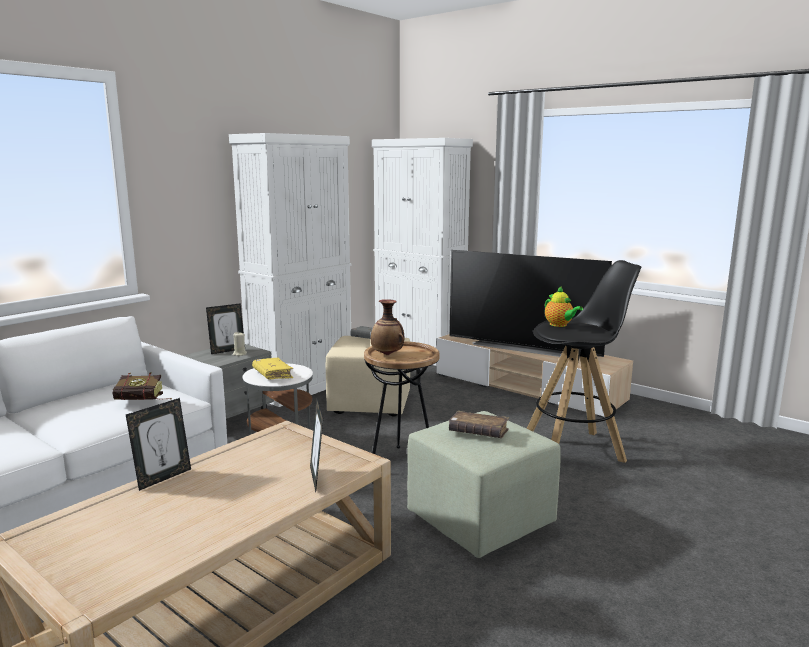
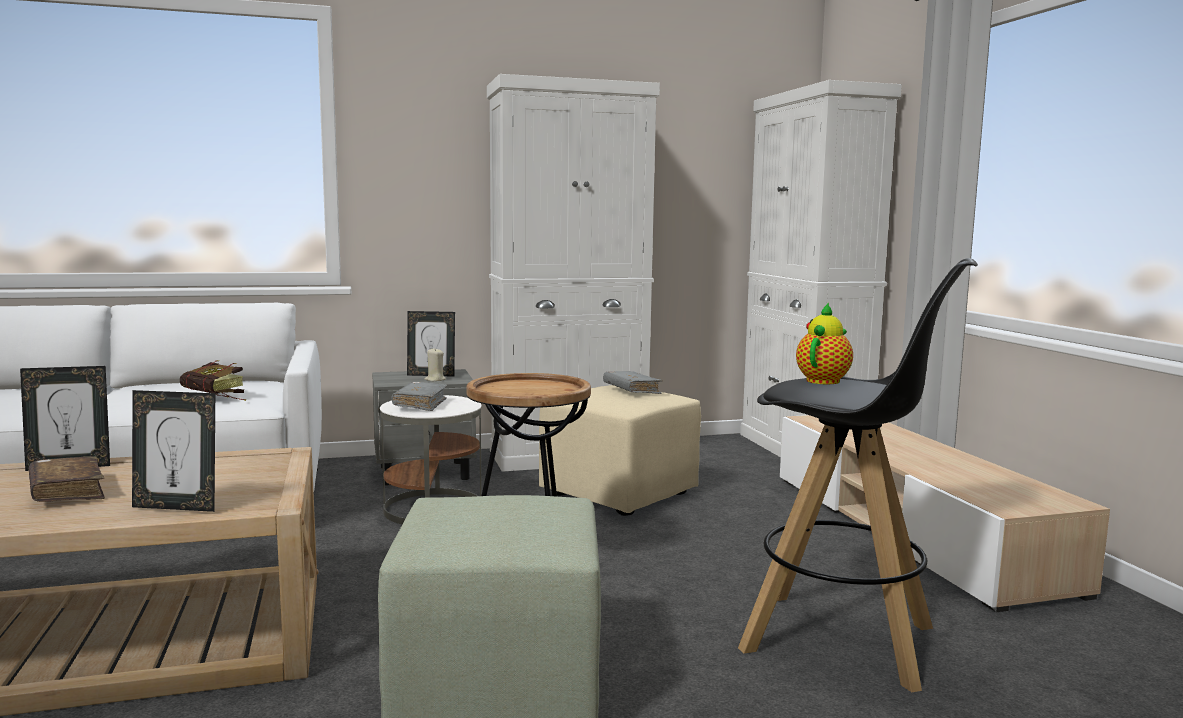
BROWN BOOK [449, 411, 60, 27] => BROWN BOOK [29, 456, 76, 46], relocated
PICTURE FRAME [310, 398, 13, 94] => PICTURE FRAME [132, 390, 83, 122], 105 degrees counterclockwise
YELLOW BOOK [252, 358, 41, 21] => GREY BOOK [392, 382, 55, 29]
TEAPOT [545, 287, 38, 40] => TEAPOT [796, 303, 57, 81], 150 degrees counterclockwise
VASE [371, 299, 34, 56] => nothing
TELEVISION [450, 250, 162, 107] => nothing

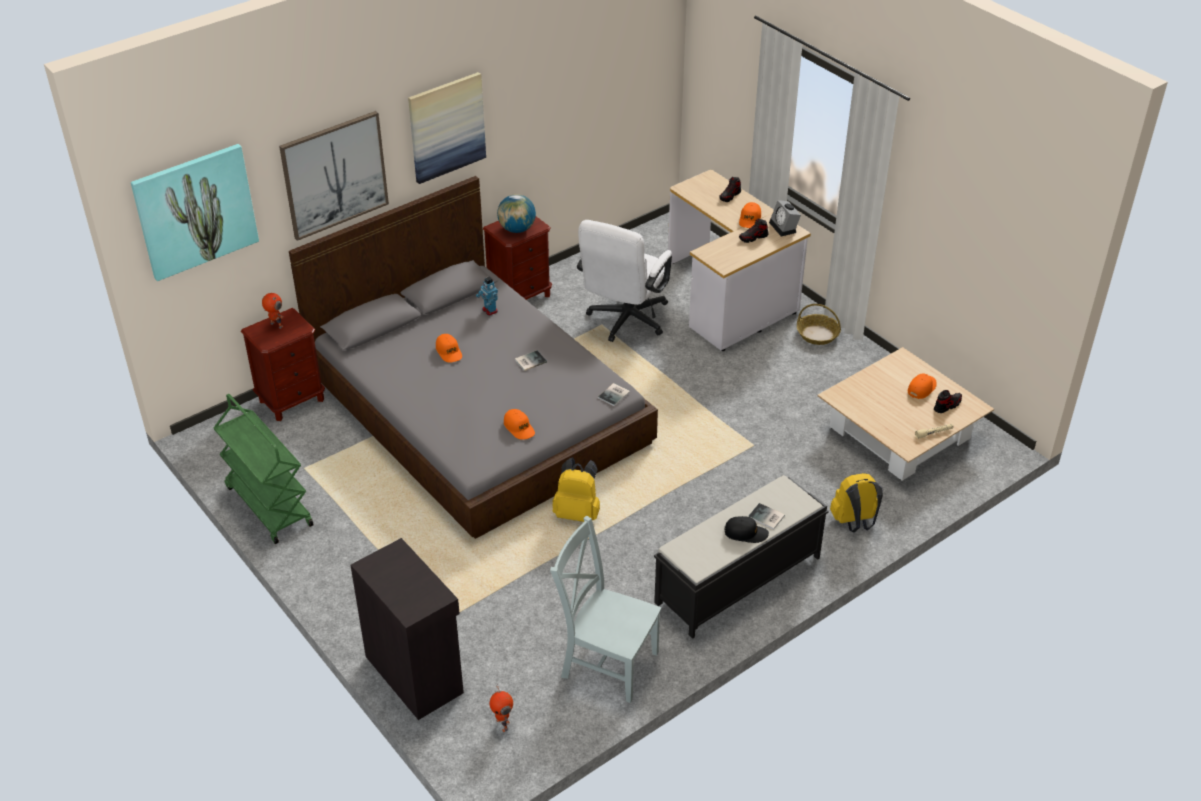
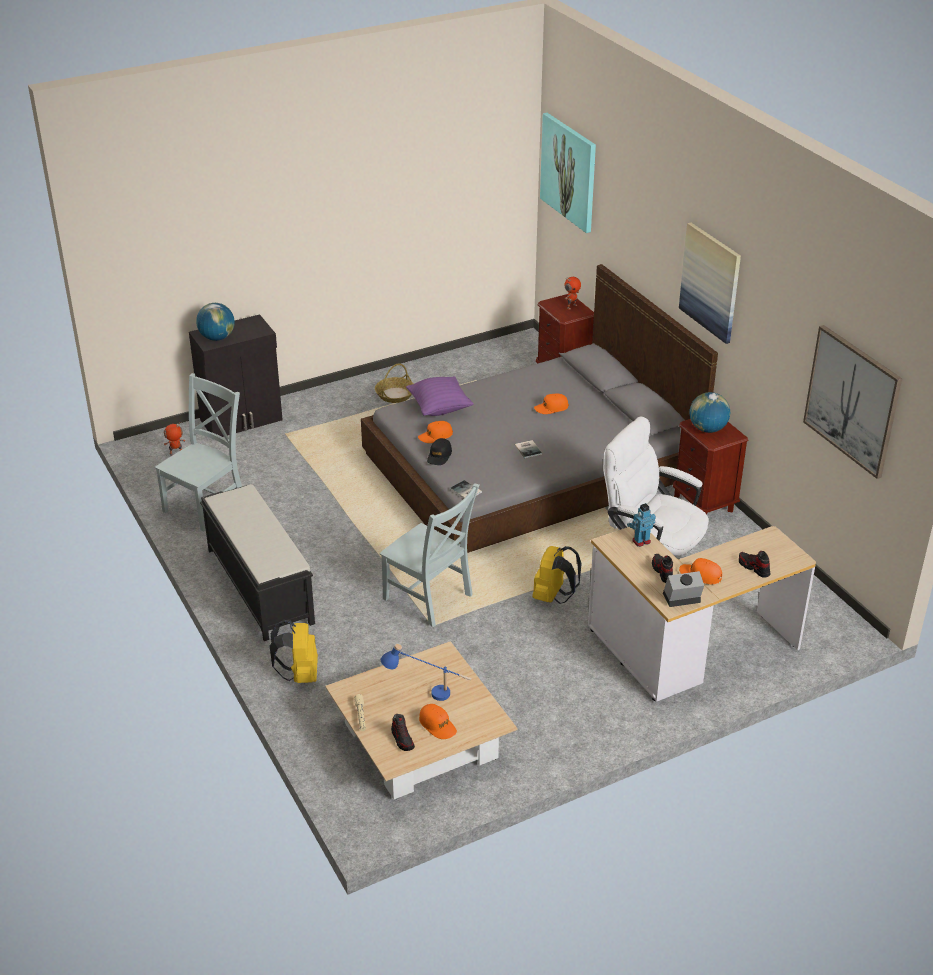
nothing => GLOBE [196, 303, 39, 38]
BASKET [797, 304, 44, 41] => BASKET [375, 363, 39, 40], relocated
nothing => GREY CHAIR [380, 483, 99, 144]
nothing => BLUE TABLE LAMP [381, 644, 90, 57]
nothing => PURPLE PILLOW [406, 376, 68, 40]
BLACK CAP [725, 516, 44, 27] => BLACK CAP [427, 438, 25, 27], relocated
YELLOW BACKPACK [553, 457, 47, 65] => YELLOW BACKPACK [532, 546, 50, 58], relocated
TOY ROBOT [476, 277, 22, 38] => TOY ROBOT [627, 503, 29, 44], relocated
PICTURE [279, 111, 110, 130] => PICTURE [803, 325, 99, 154], relocated
GREEN CART [214, 394, 100, 150] => nothing
BOOK [748, 503, 37, 27] => nothing

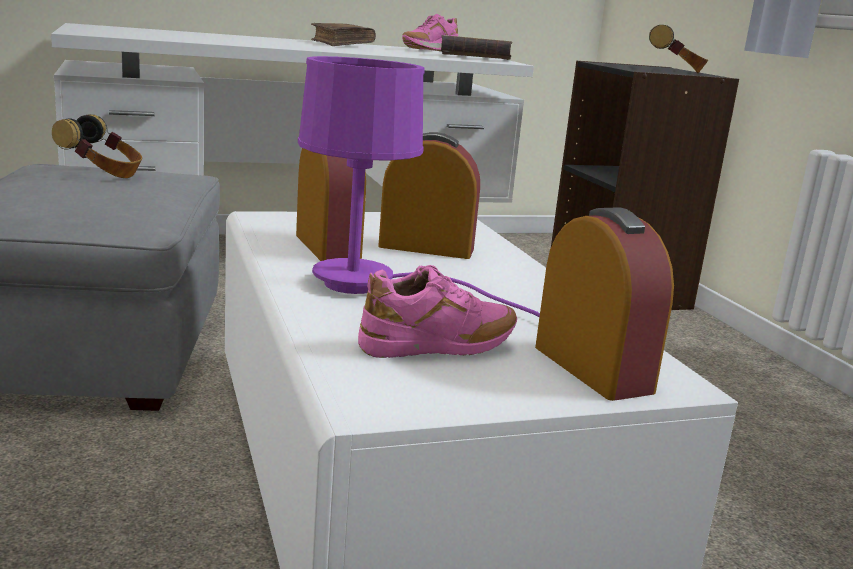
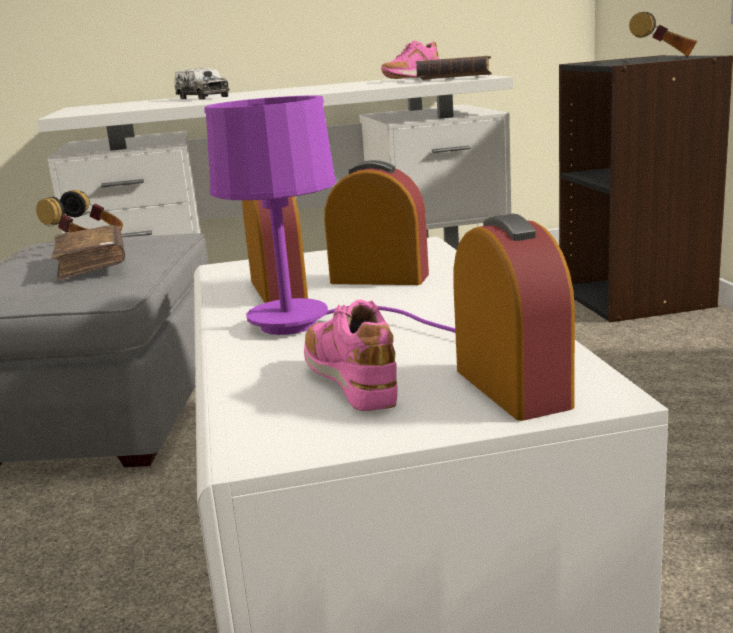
BROWN BOOK [311, 23, 65, 23] => BROWN BOOK [51, 225, 74, 56], relocated
nothing => TOY TRUCK [175, 68, 54, 32]
PINK SHOE [358, 265, 159, 93] => PINK SHOE [304, 300, 94, 111], 105 degrees counterclockwise

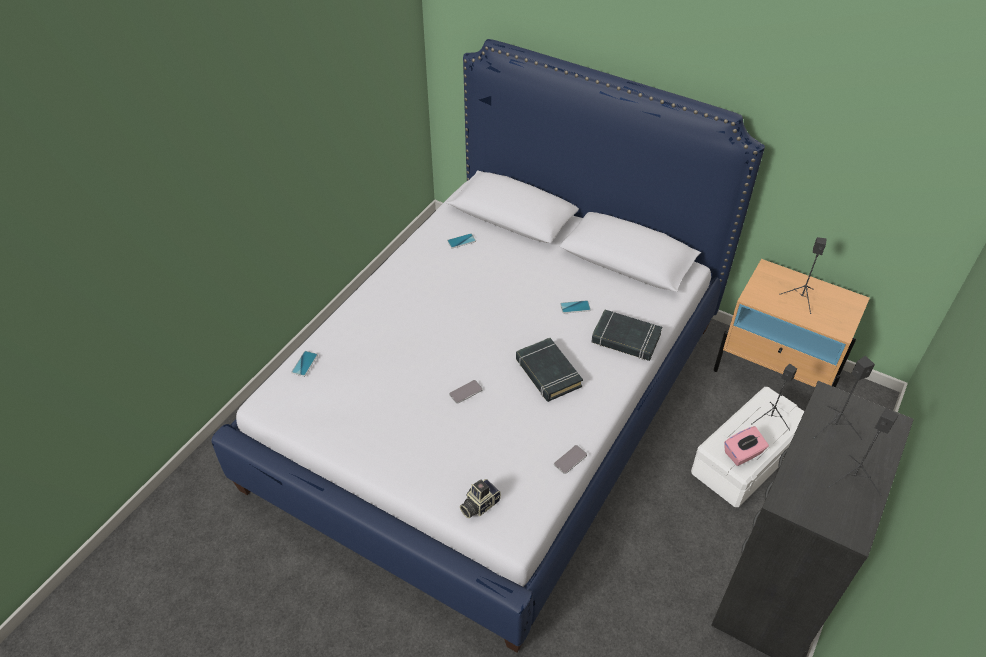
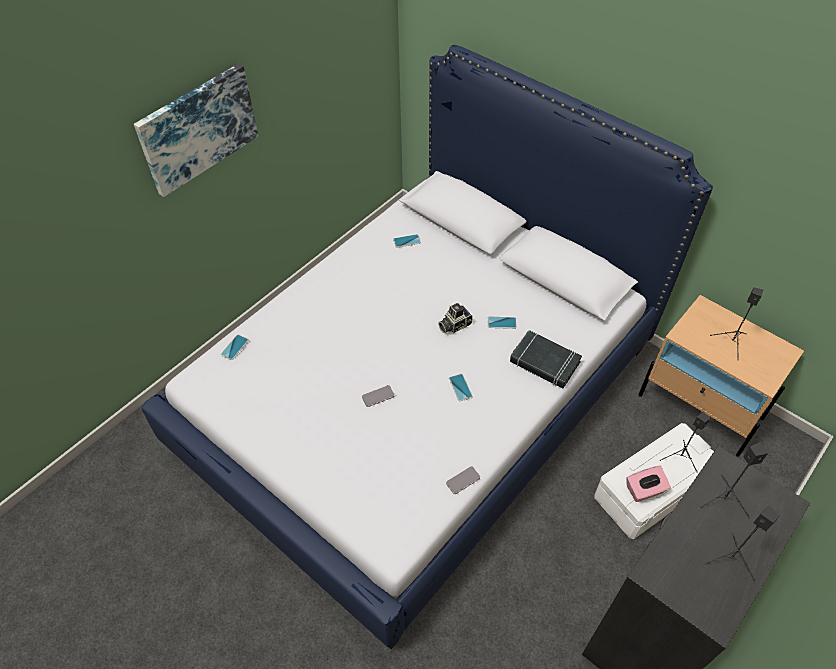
nothing => PICTURE [134, 64, 124, 133]
PHOTO CAMERA [460, 479, 41, 39] => PHOTO CAMERA [438, 303, 34, 31], relocated
BLACK BOOK [516, 338, 67, 64] => PHONE [449, 374, 24, 27]

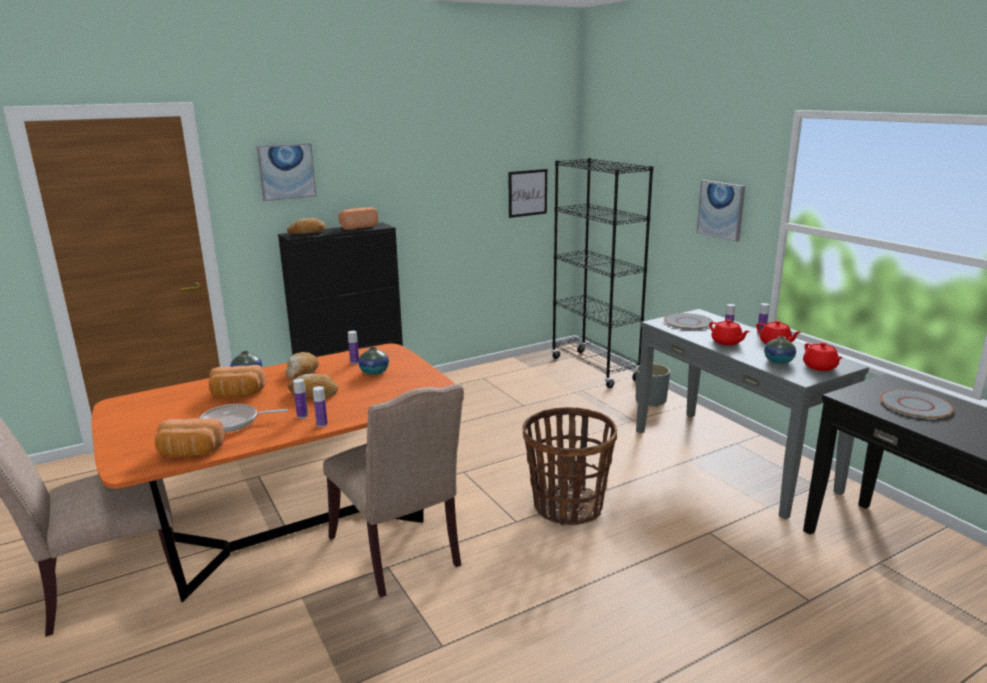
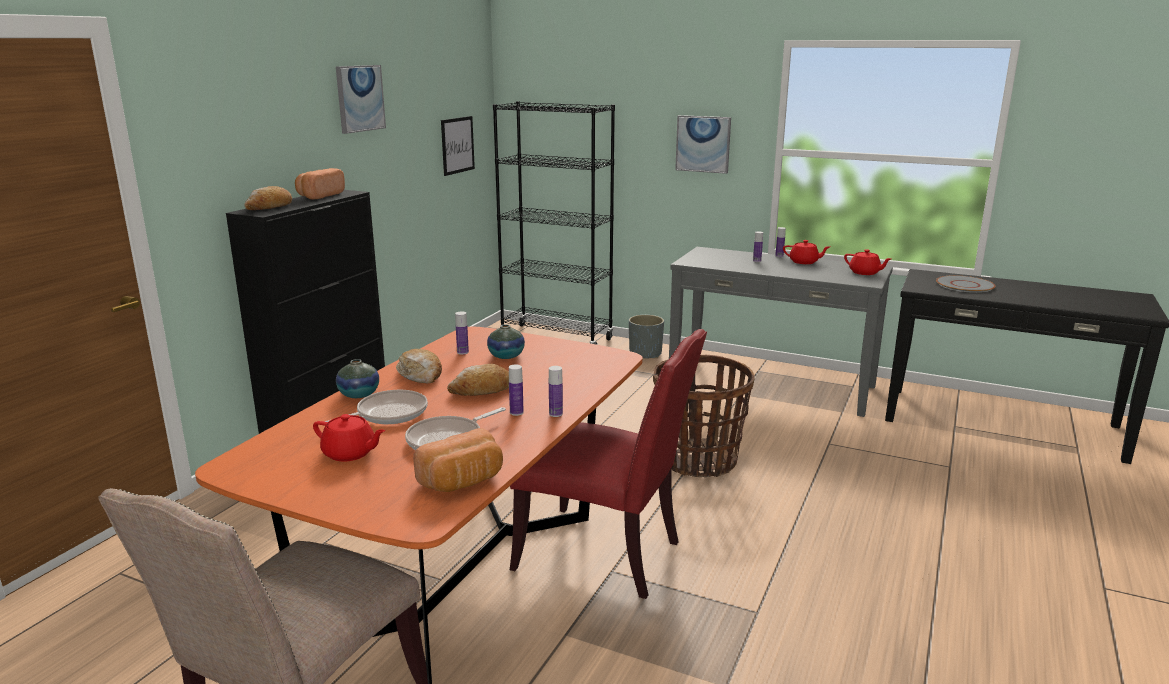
RED TEAPOT [709, 319, 41, 27] => RED TEAPOT [313, 414, 72, 47], relocated
BREAD [209, 365, 56, 32] => FRYING PAN [324, 390, 104, 34]
PICTURE [257, 143, 60, 58] => PICTURE [336, 65, 50, 69], relocated
BEIGE CHAIR [323, 384, 141, 213] => RED CHAIR [510, 329, 197, 270]
GREY PLATE [664, 313, 49, 17] => nothing
VASE [764, 336, 32, 28] => nothing

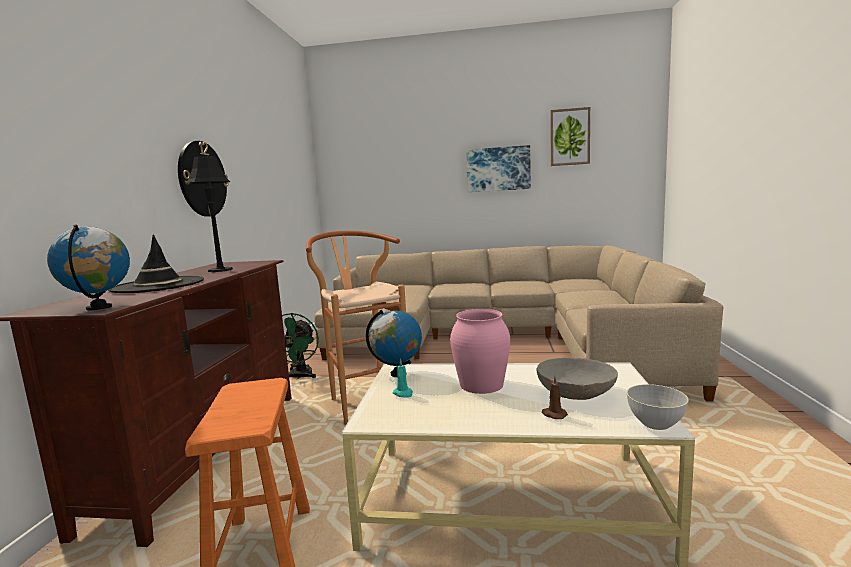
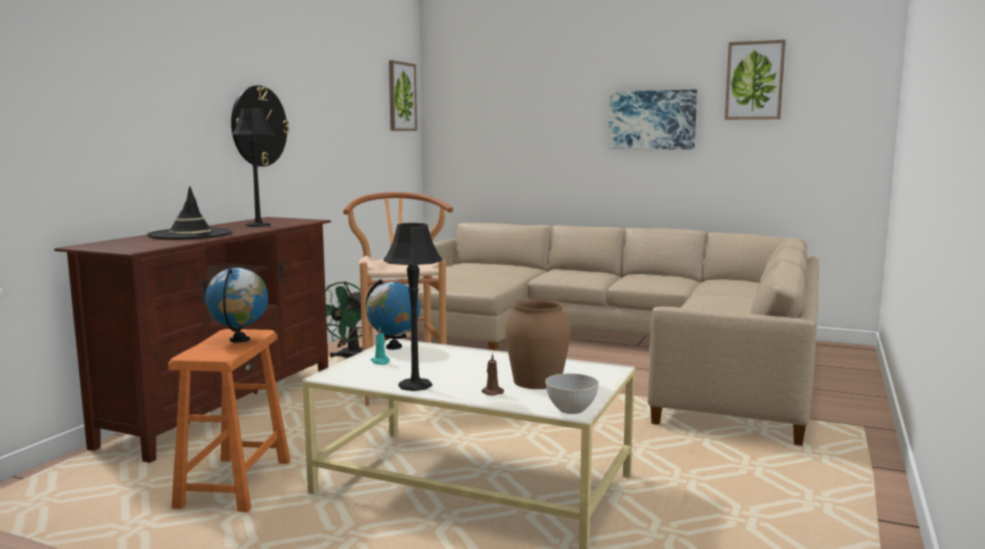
GLOBE [47, 224, 83, 86] => GLOBE [205, 268, 63, 75], relocated
nothing => BLACK TABLE LAMP [383, 223, 60, 168]
nothing => PICTURE [389, 60, 28, 71]
GREY BOWL [537, 357, 81, 43] => BROWN VASE [505, 299, 66, 90]
PINK VASE [450, 309, 60, 85] => nothing

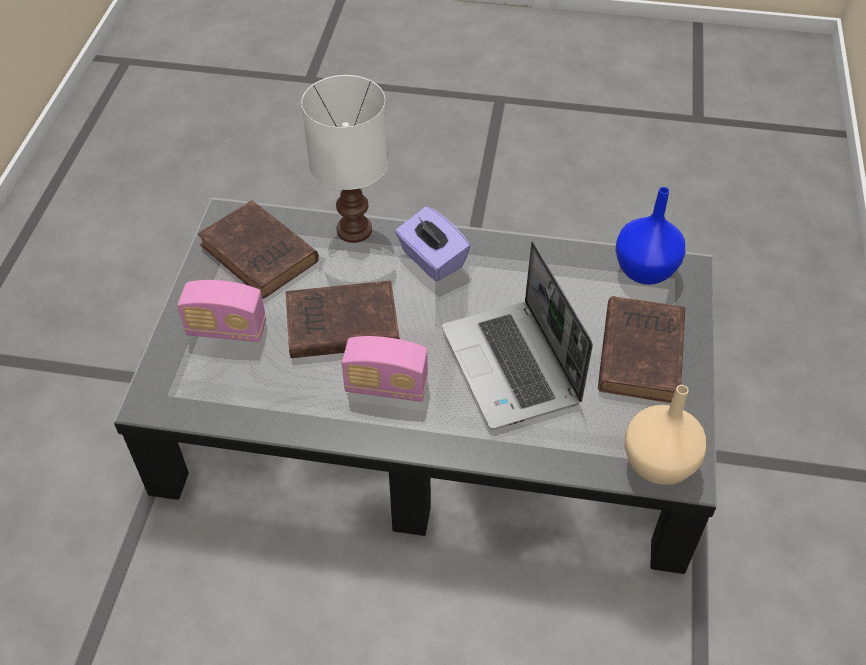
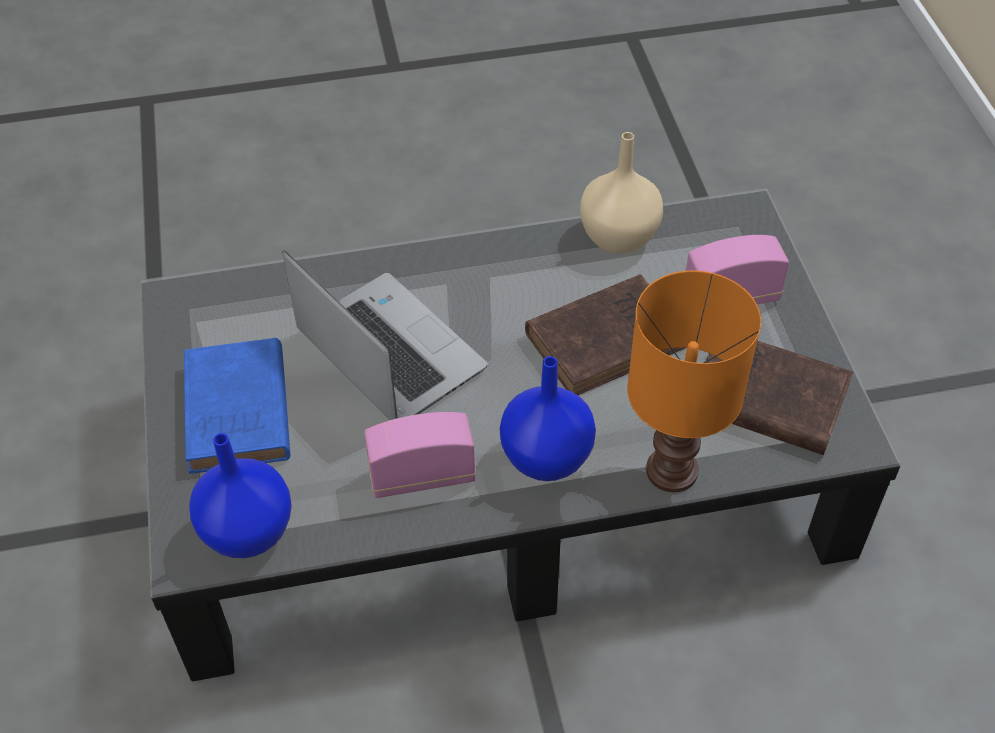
BROWN BOOK [598, 296, 87, 107] => BLUE BOOK [184, 338, 106, 136]
RADIO [342, 336, 86, 66] => RADIO [364, 412, 112, 86], relocated
PURPLE TISSUE BOX [395, 206, 76, 75] => BLUE VASE [500, 356, 96, 125]
BEIGE VASE [624, 385, 82, 100] => BEIGE VASE [580, 132, 83, 122], relocated
WHITE TABLE LAMP [302, 75, 86, 168] => ORANGE TABLE LAMP [627, 270, 134, 222]

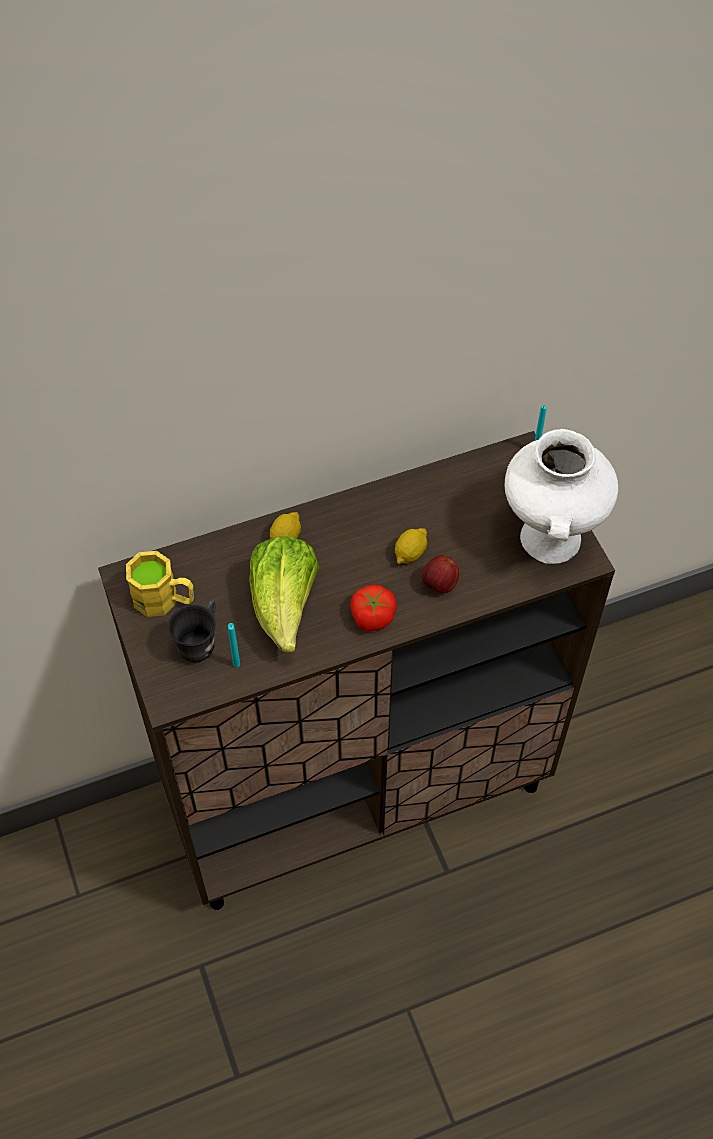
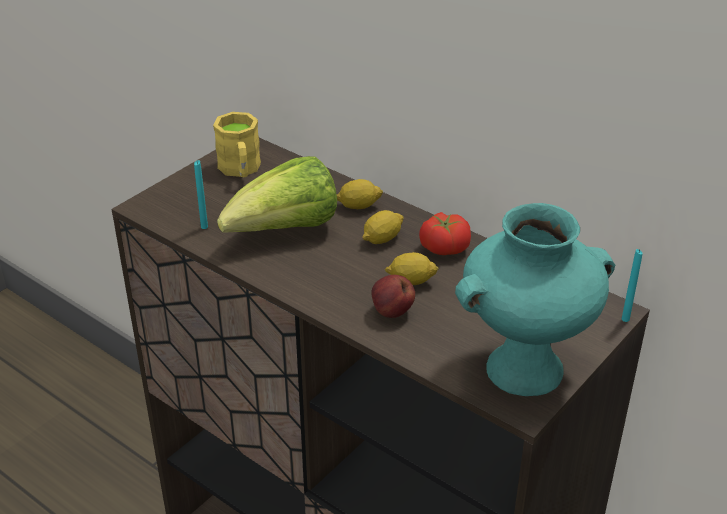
nothing => LEMON [363, 210, 41, 34]
TOMATO [351, 585, 46, 47] => TOMATO [419, 212, 52, 43], relocated
WHITE VASE [505, 429, 113, 135] => TURQUOISE VASE [455, 203, 160, 193]
GREY MUG [168, 600, 48, 62] => nothing

